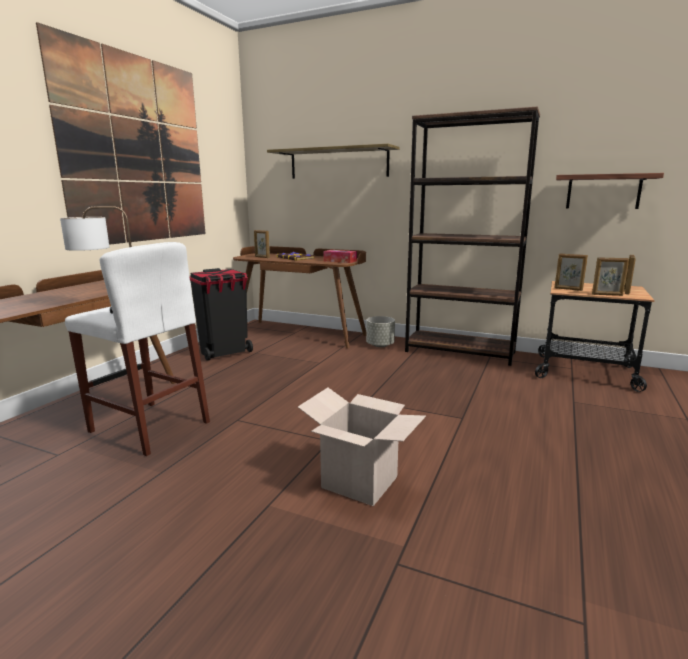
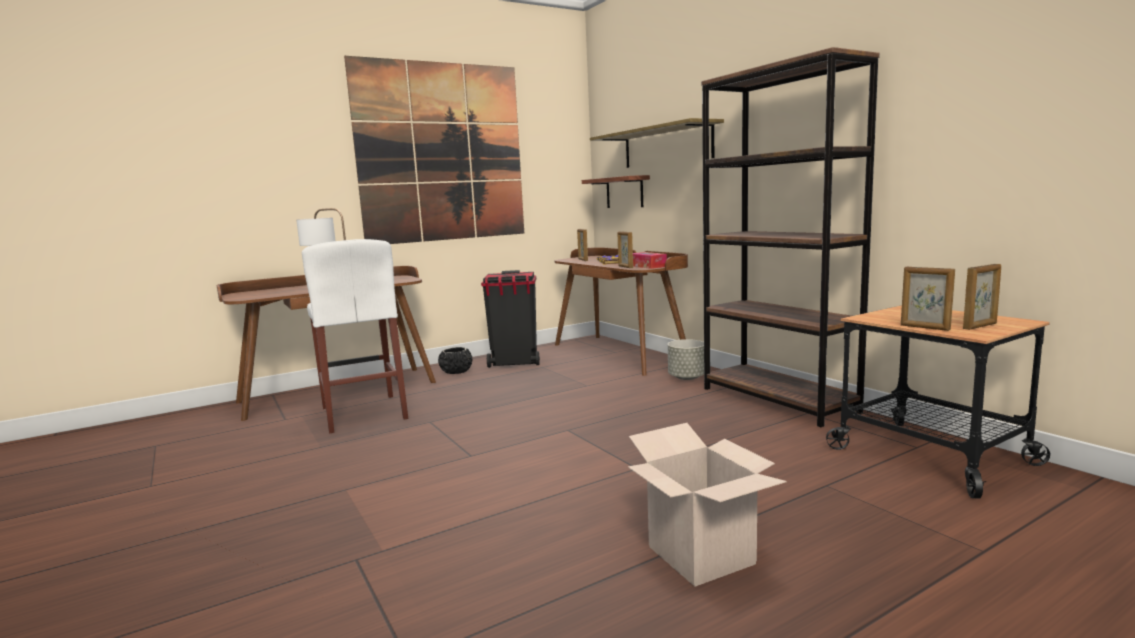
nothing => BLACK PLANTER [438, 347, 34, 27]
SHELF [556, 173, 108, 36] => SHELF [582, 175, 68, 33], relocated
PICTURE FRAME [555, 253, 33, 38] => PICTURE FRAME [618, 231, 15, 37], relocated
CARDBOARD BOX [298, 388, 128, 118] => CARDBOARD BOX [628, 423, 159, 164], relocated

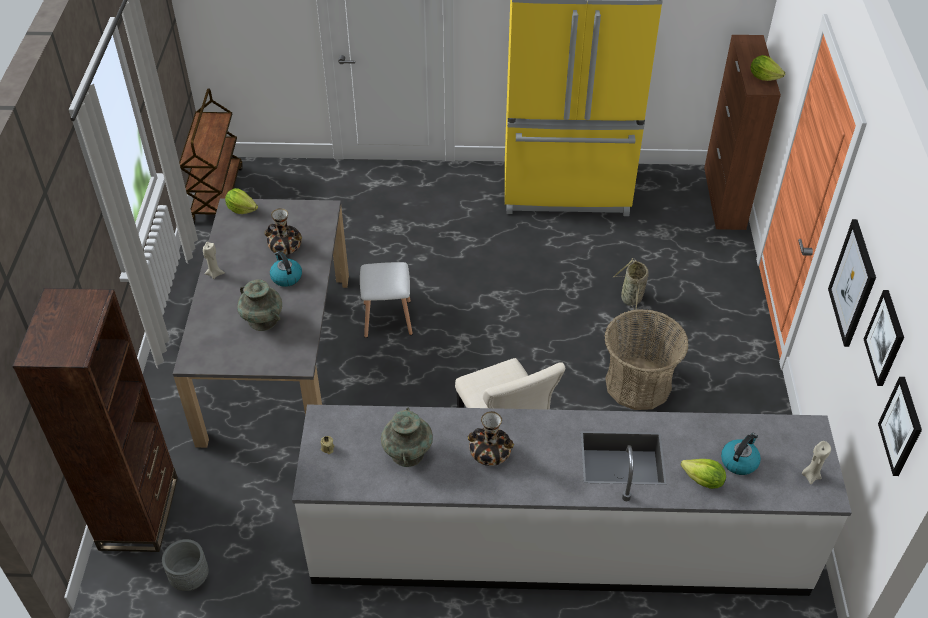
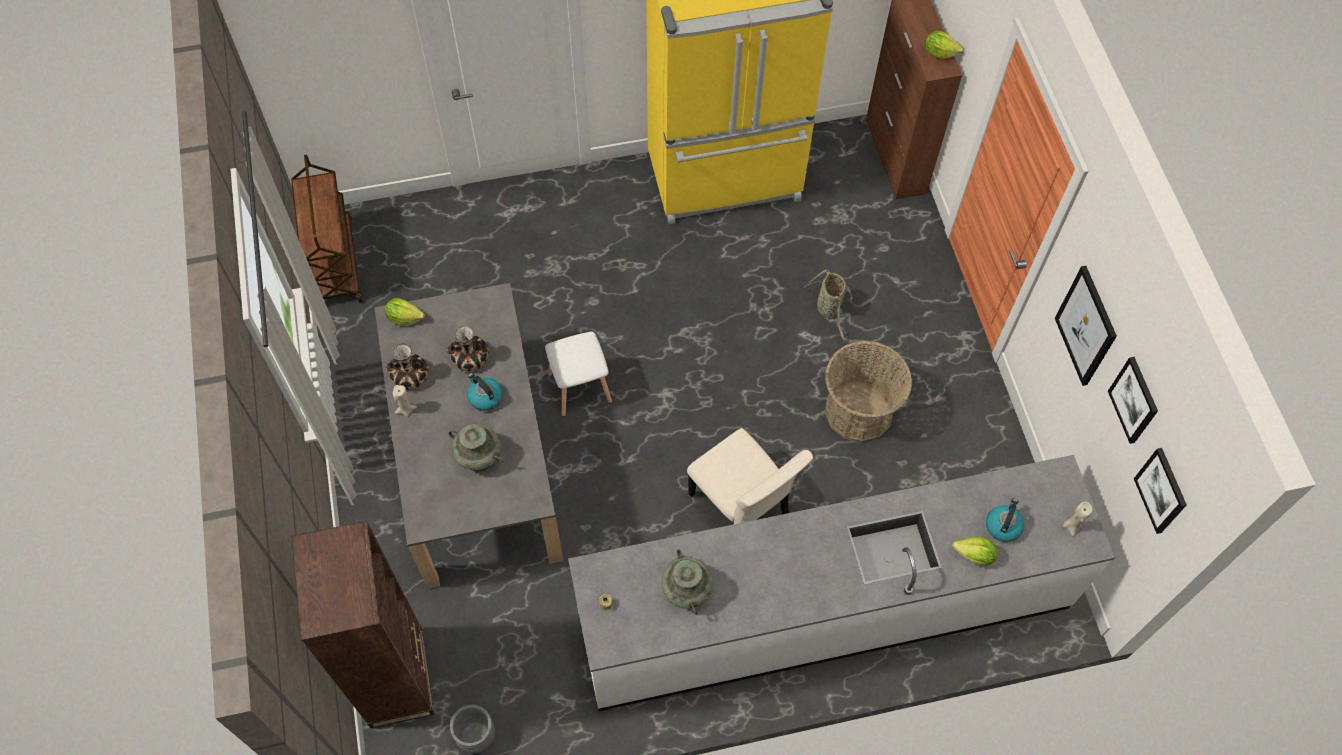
VASE [467, 411, 47, 55] => VASE [385, 343, 44, 47], relocated

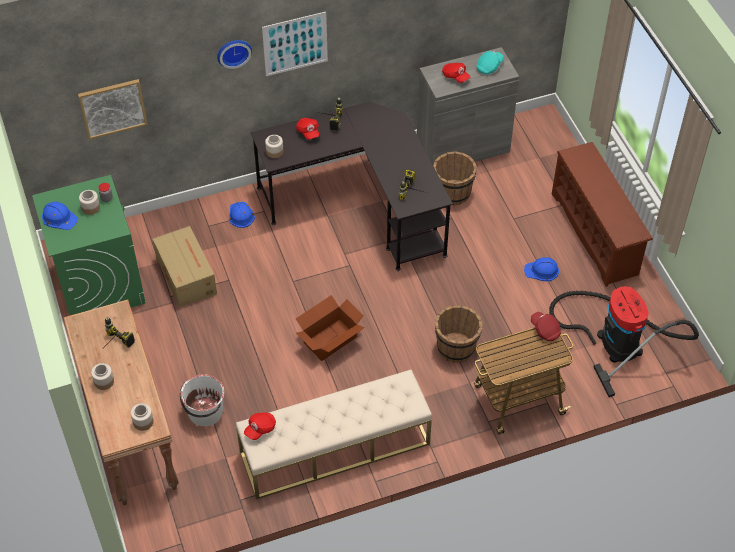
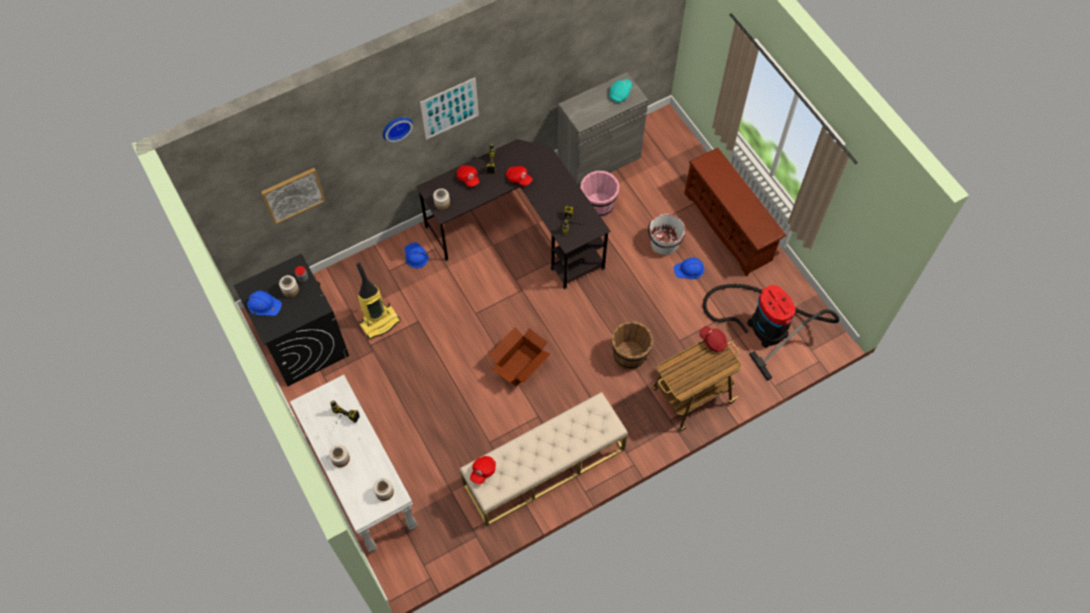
GREEN WASHING MACHINE [32, 175, 114, 140] => BLACK WASHING MACHINE [233, 254, 116, 132]
BROWN CONSOLE TABLE [64, 300, 115, 206] => WHITE CONSOLE TABLE [290, 375, 128, 177]
CARDBOARD BOX [153, 226, 64, 82] => VACUUM CLEANER [356, 262, 44, 77]
RED CAP [442, 63, 28, 20] => RED CAP [506, 166, 27, 20], relocated
BROWN BUCKET [433, 151, 44, 54] => PINK BUCKET [581, 171, 38, 47]
WHITE BUCKET [180, 374, 44, 52] => WHITE BUCKET [648, 213, 37, 42], relocated

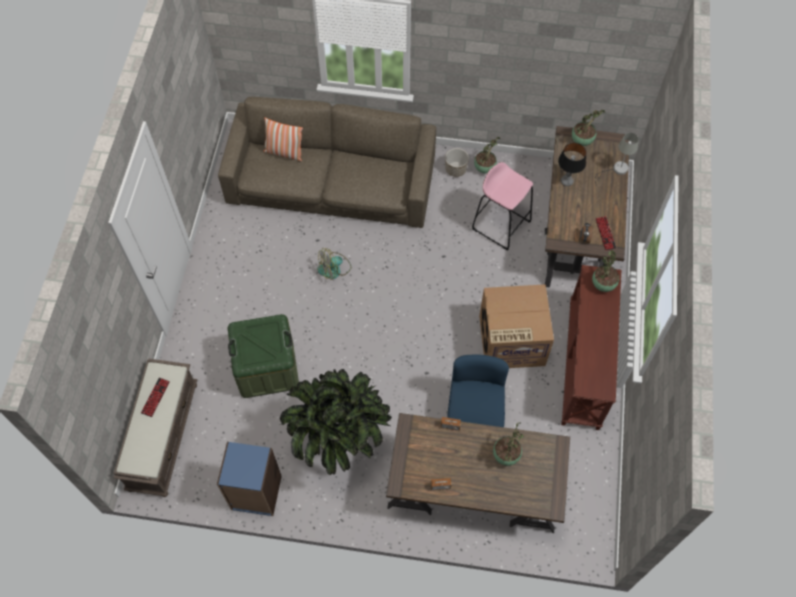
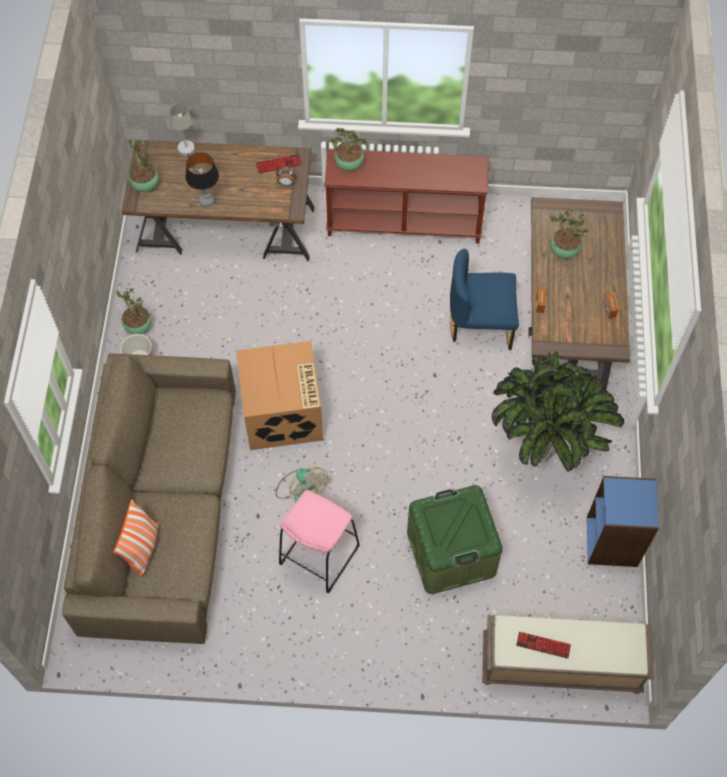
CARDBOARD BOX [479, 284, 75, 84] => CARDBOARD BOX [236, 341, 87, 109], relocated
PINK STOOL [472, 162, 61, 88] => PINK STOOL [279, 490, 80, 103], relocated

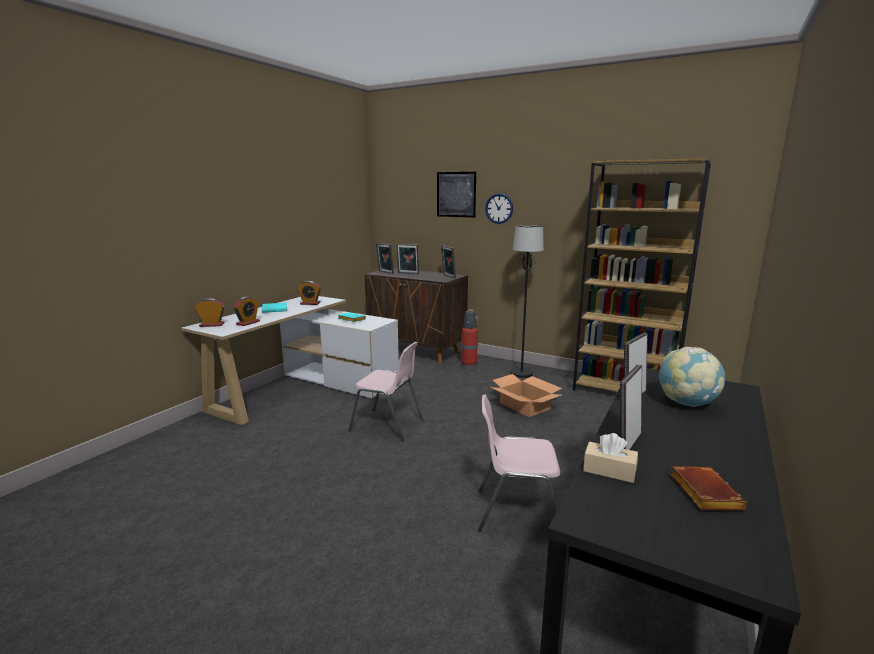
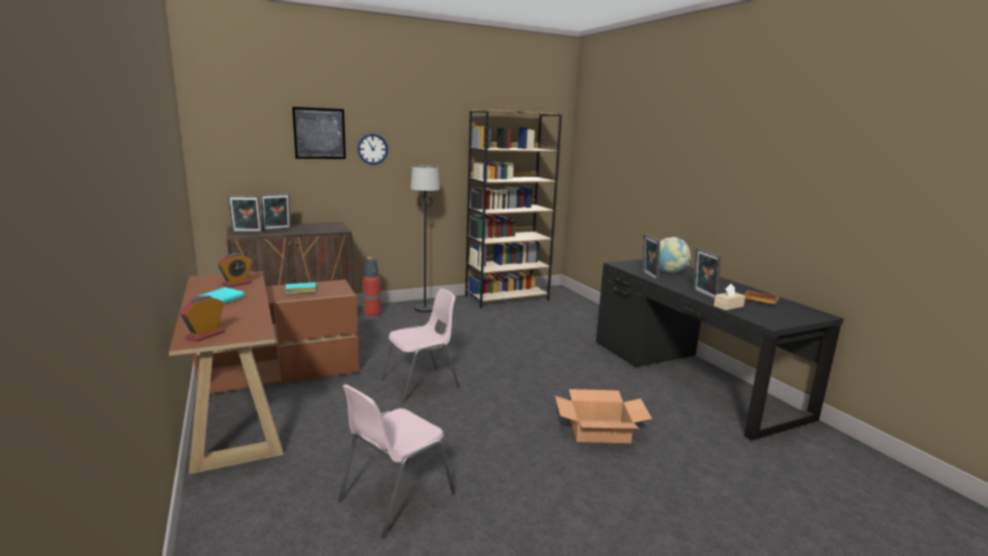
WHITE DESK [181, 296, 218, 129] => BROWN DESK [169, 271, 190, 203]
PINK CHAIR [478, 394, 82, 138] => PINK CHAIR [338, 384, 118, 154], relocated
CARDBOARD BOX [490, 374, 72, 43] => CARDBOARD BOX [555, 389, 97, 54], relocated
ALARM CLOCK [233, 297, 27, 29] => nothing
PICTURE FRAME [441, 245, 15, 34] => nothing

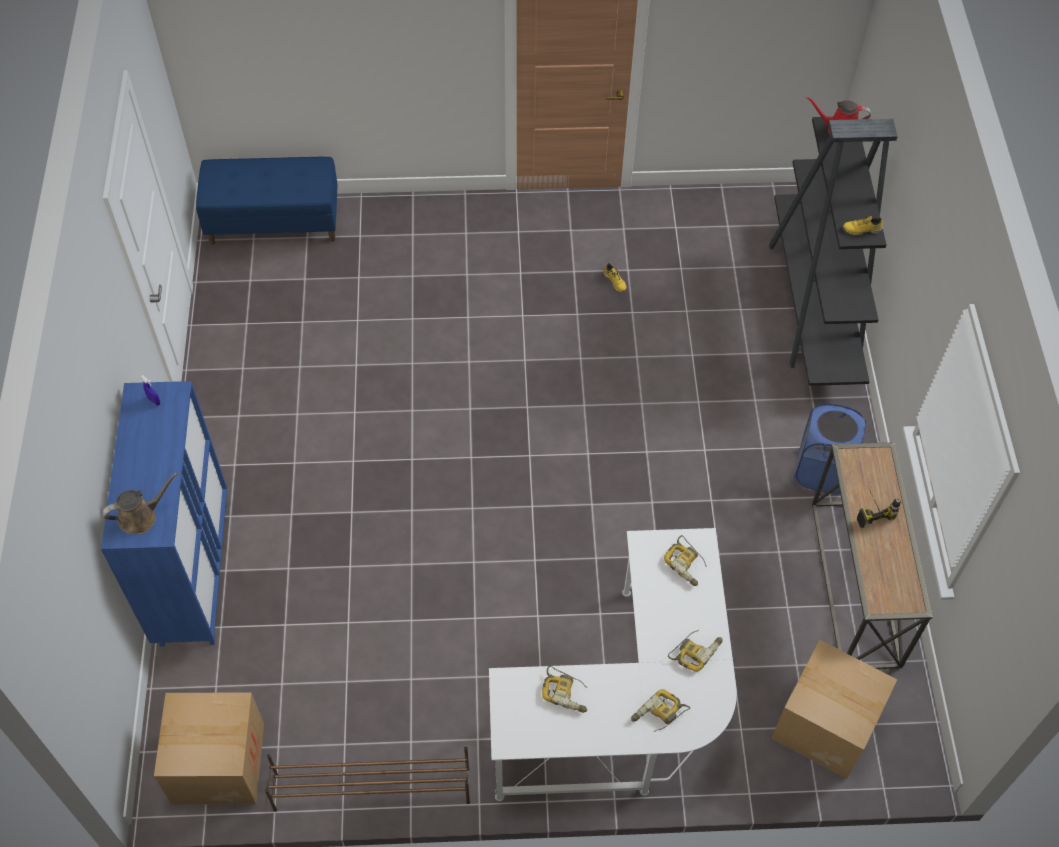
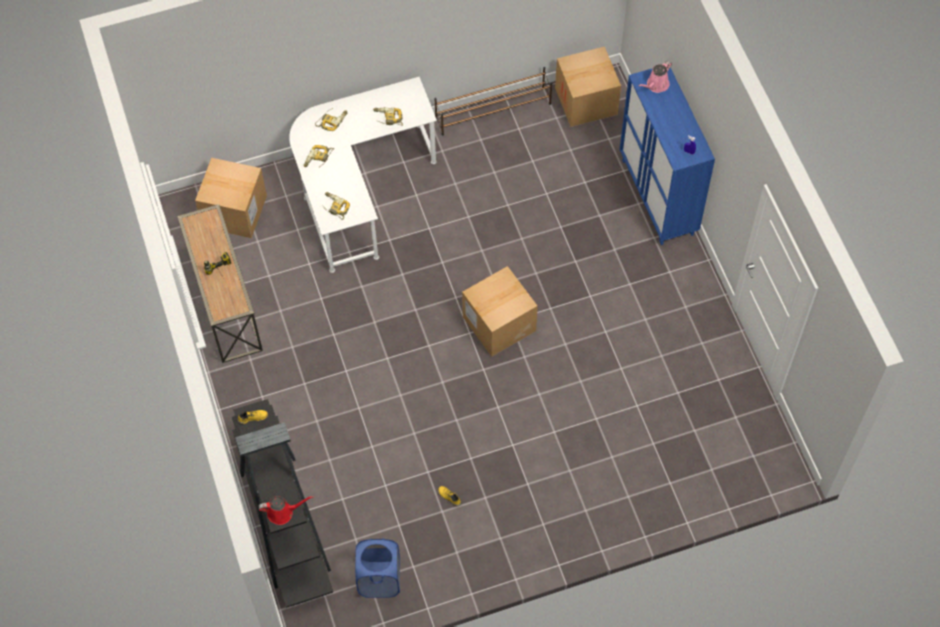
BLUE LAUNDRY BASKET [794, 403, 72, 91] => BLUE LAUNDRY BASKET [355, 538, 45, 60], relocated
nothing => CARDBOARD BOX [462, 266, 76, 91]
BROWN WATERING CAN [102, 472, 76, 62] => PINK WATERING CAN [638, 61, 34, 32]
BLUE BENCH [196, 157, 142, 88] => nothing

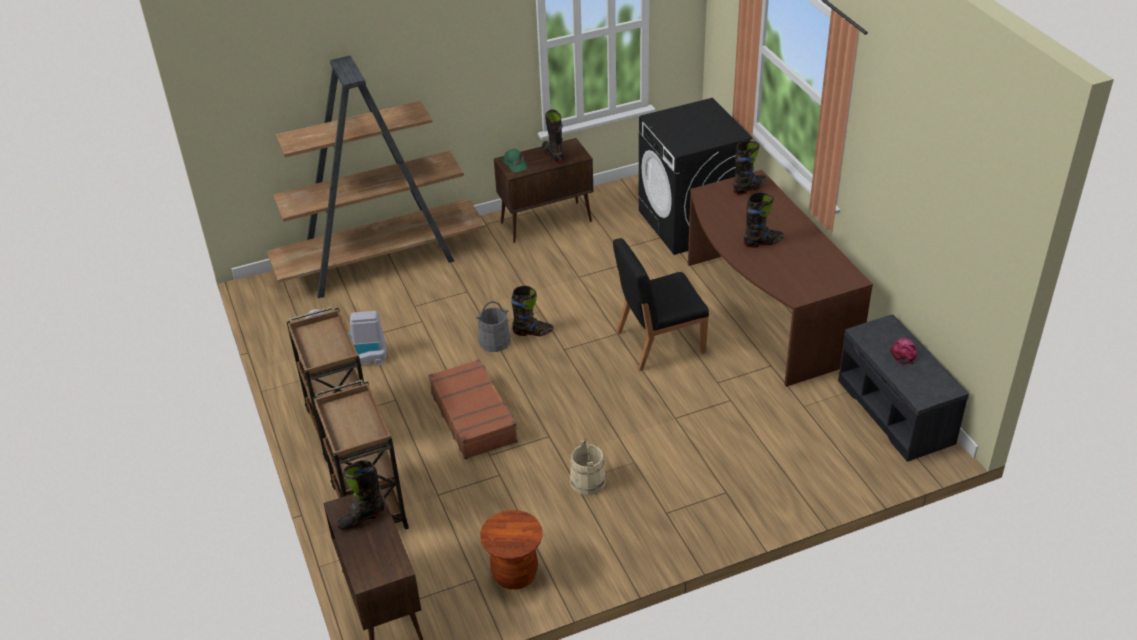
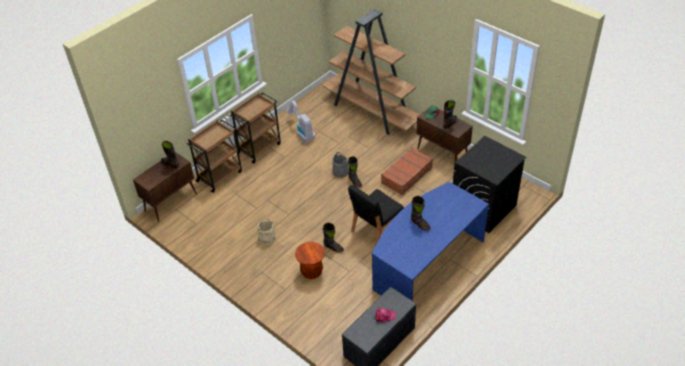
BROWN STOOL [480, 510, 63, 80] => BROWN STOOL [295, 242, 30, 37], relocated
BLACK BOOT [733, 140, 34, 55] => BLACK BOOT [322, 223, 22, 30], relocated
BLACK CHAIR [613, 238, 96, 133] => BLACK CHAIR [348, 185, 56, 61], 90 degrees counterclockwise
BROWN DESK [688, 170, 185, 217] => BLUE DESK [372, 182, 117, 119]
BROWN SUITCASE [429, 359, 89, 100] => BROWN SUITCASE [381, 147, 52, 48], relocated

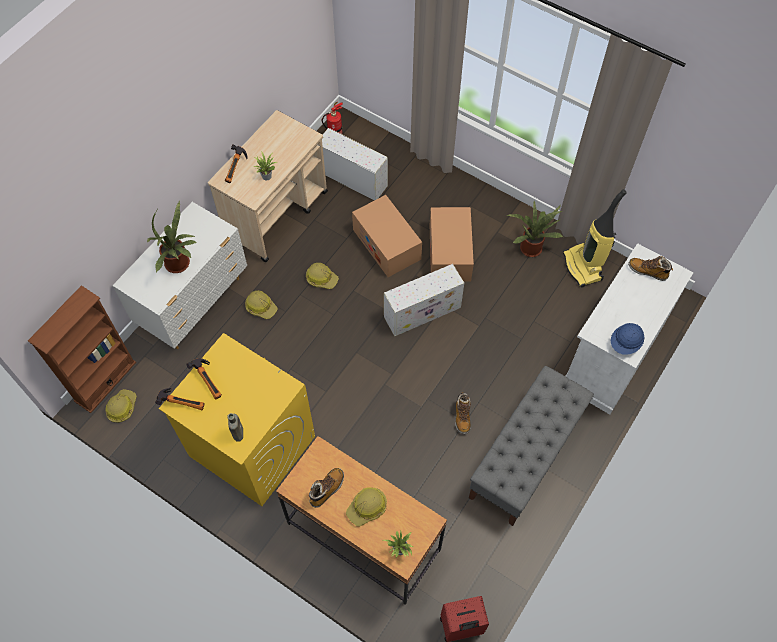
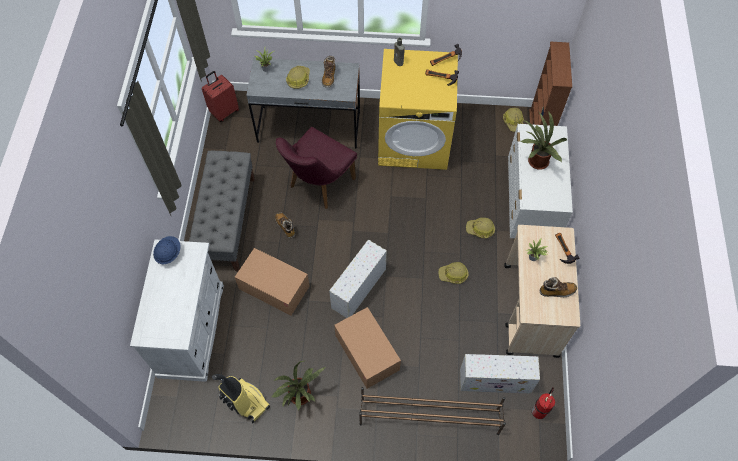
CARDBOARD BOX [352, 195, 70, 82] => CARDBOARD BOX [235, 248, 75, 67], relocated
BROWN DESK [276, 436, 171, 169] => GREY DESK [246, 58, 114, 90]
nothing => PURPLE CHAIR [276, 127, 81, 82]
nothing => BROWN SHOE RACK [359, 387, 147, 48]
BOOT [628, 256, 45, 25] => BOOT [540, 277, 37, 20], relocated

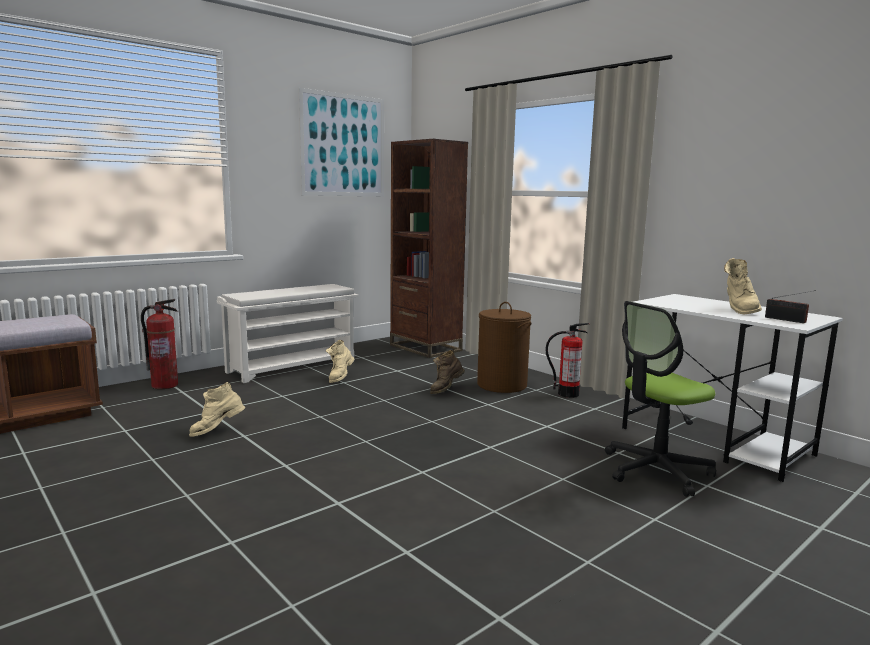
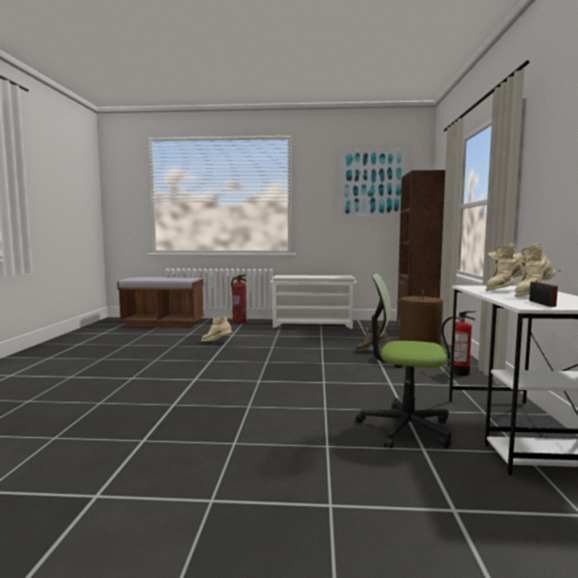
BEIGE BOOT [326, 340, 28, 43] => BEIGE BOOT [485, 243, 38, 48], relocated

